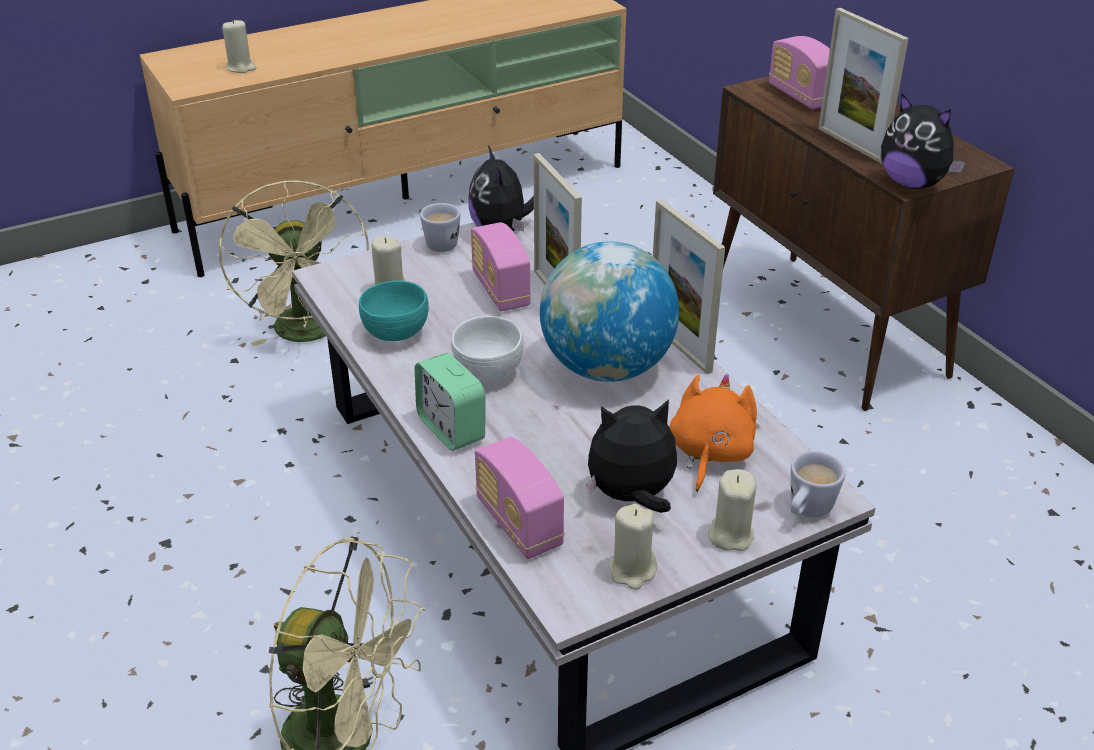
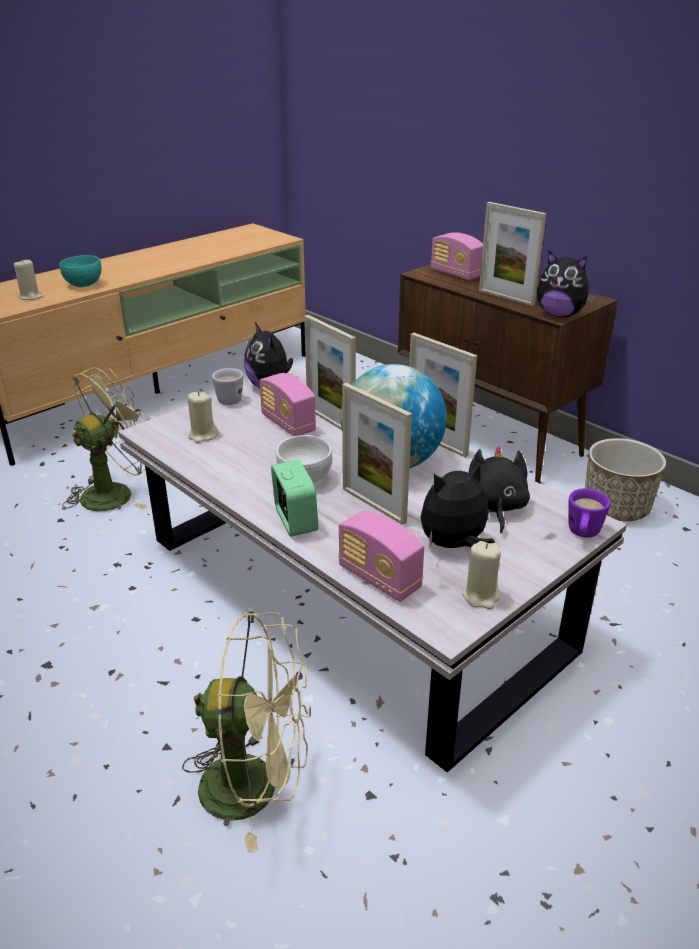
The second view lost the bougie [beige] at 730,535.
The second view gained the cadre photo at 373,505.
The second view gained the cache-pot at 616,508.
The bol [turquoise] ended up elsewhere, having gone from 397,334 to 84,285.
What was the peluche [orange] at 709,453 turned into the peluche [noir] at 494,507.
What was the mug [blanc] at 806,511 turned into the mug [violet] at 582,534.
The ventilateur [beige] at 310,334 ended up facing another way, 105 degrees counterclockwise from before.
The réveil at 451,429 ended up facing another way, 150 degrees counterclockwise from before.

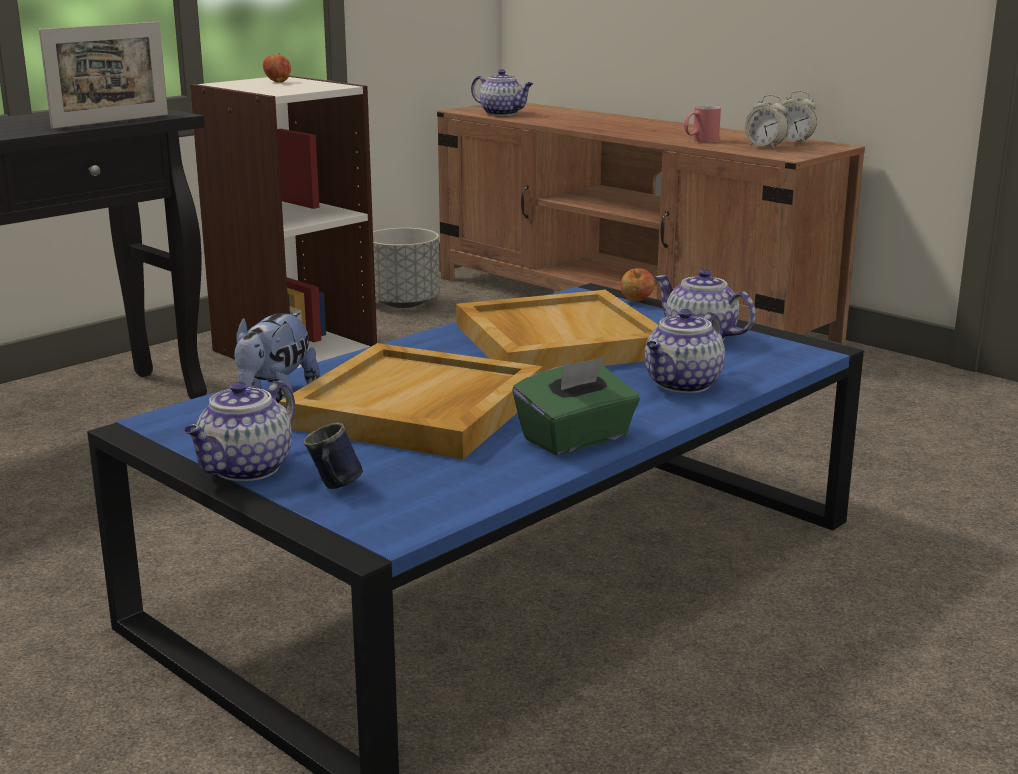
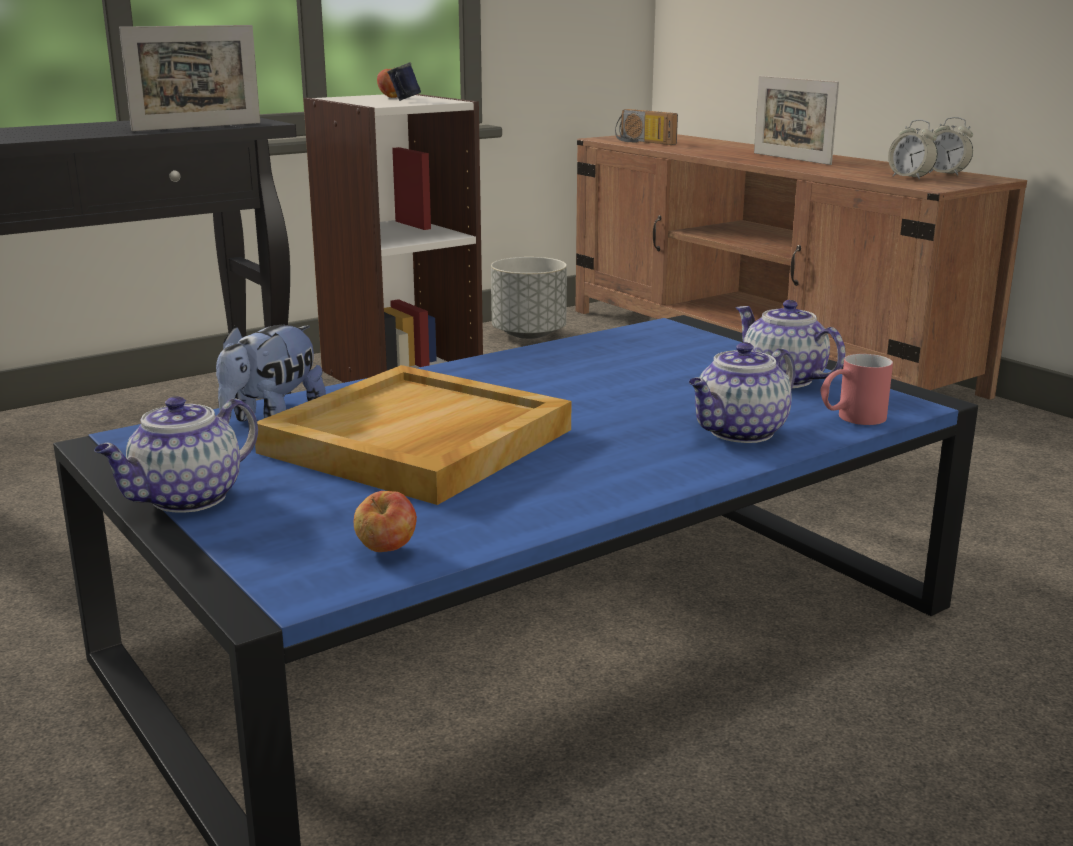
The second view lost the plateau [beige] at 557,340.
The second view lost the boîte à mouchoirs [vert] at 576,439.
The second view gained the cadre photo at 791,158.
The mug [bleu] ended up elsewhere, having gone from 334,487 to 404,101.
The pomme ended up elsewhere, having gone from 636,301 to 387,551.
The mug [rouge] ended up elsewhere, having gone from 700,141 to 851,419.
Where the théière stood at 503,113, the radio came to stand at 642,142.

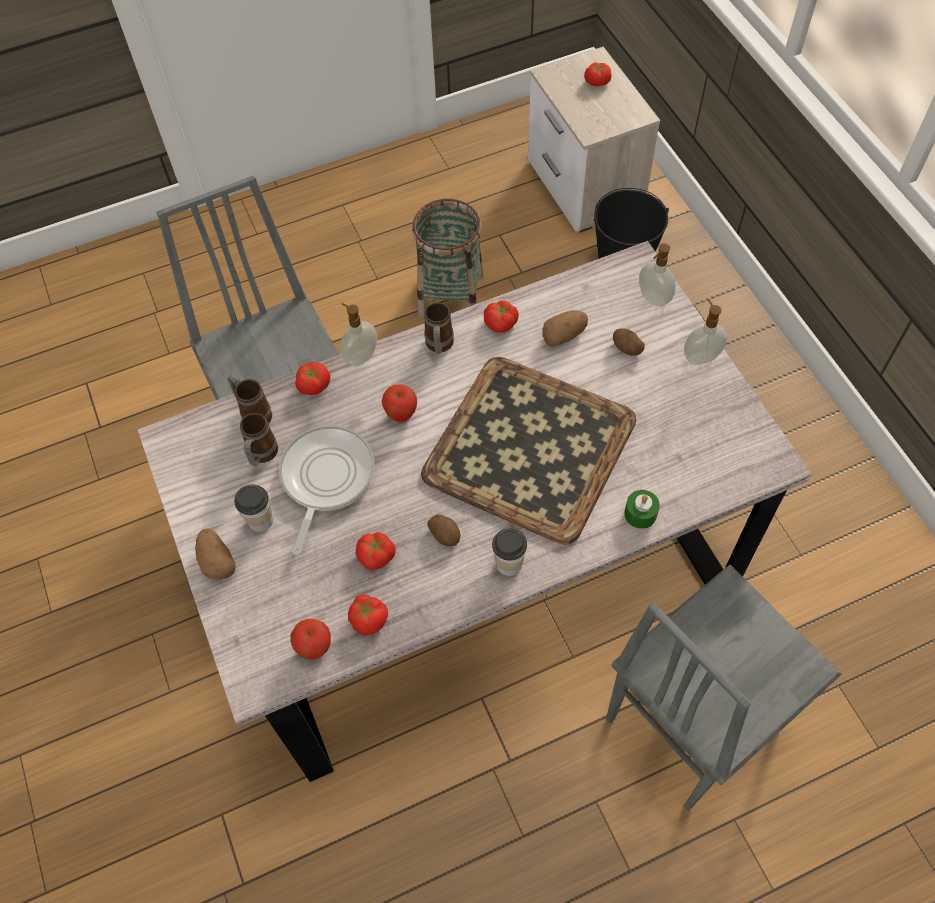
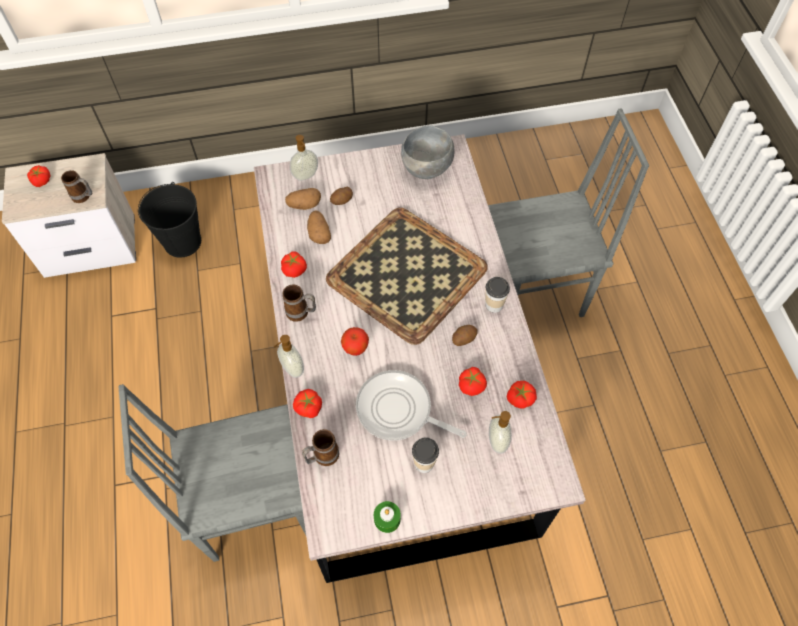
The second view lost the pomme at 315,648.
The second view lost the panier at 450,295.
The second view gained the bol [gris] at 427,168.
The pomme de terre ended up elsewhere, having gone from 217,560 to 304,205.
The mug ended up elsewhere, having gone from 261,456 to 84,197.
The bougie [vert] ended up elsewhere, having gone from 640,514 to 387,519.
The distributeur de savon ended up elsewhere, having gone from 700,357 to 496,441.
The chaise [gris] at 690,720 ended up facing another way, 75 degrees counterclockwise from before.

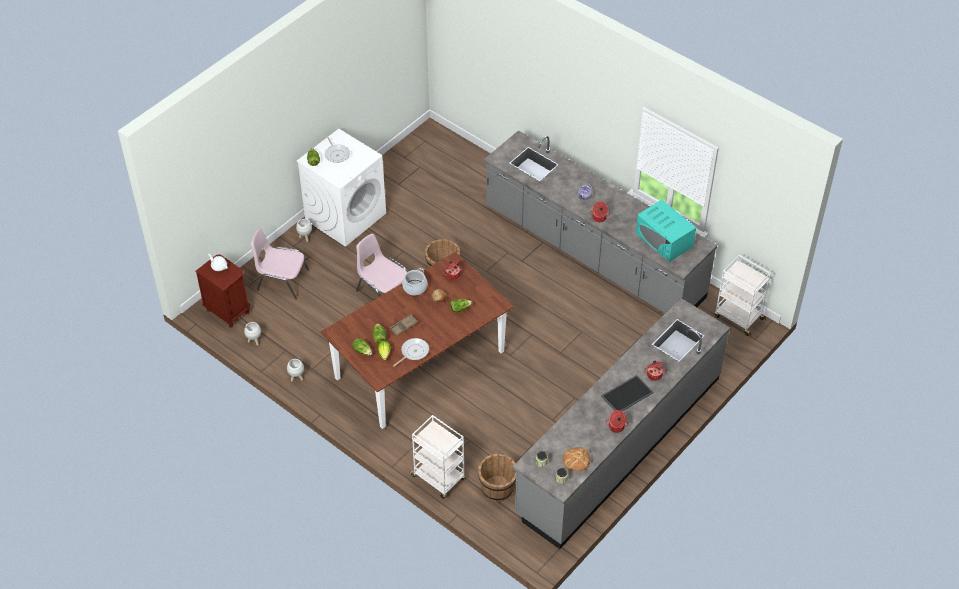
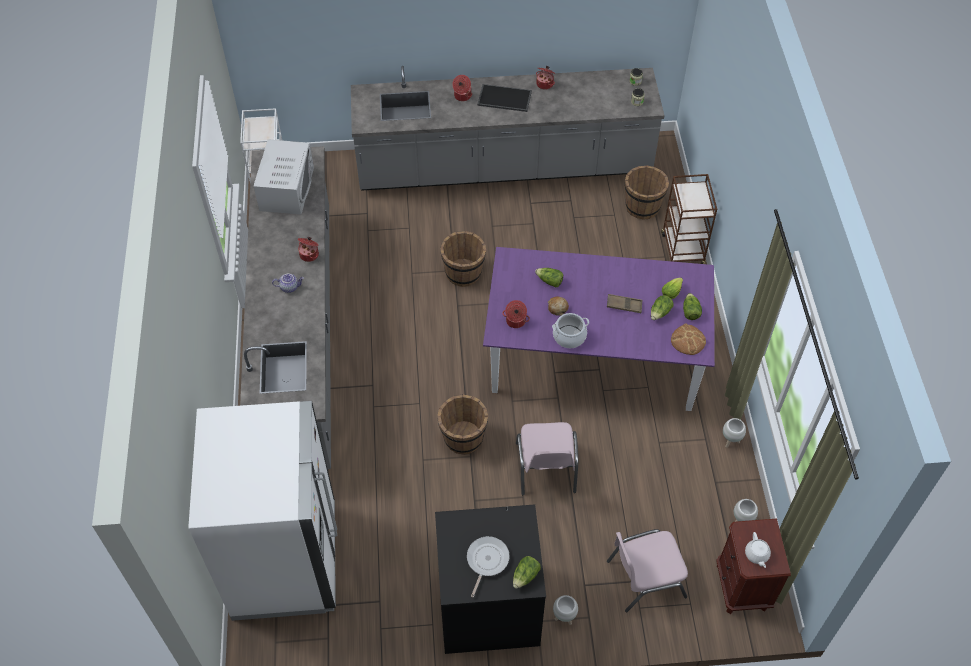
The second view lost the poêle at 413,352.
The second view gained the réfrigérateur [blanc] at 285,561.
The second view gained the seau [marron] at 463,273.
The pain ended up elsewhere, having gone from 576,460 to 688,340.
What was the lave-linge [blanc] at 345,216 turned into the lave-linge [noir] at 488,607.
What was the table à manger [marron] at 420,365 turned into the table à manger [violet] at 594,358.
What was the chariot [blanc] at 439,478 turned into the chariot [marron] at 682,250.
What was the micro-ondes [turquoise] at 664,240 turned into the micro-ondes [blanc] at 287,188.
The chaise [rose] at 282,280 ended up facing another way, 105 degrees clockwise from before.

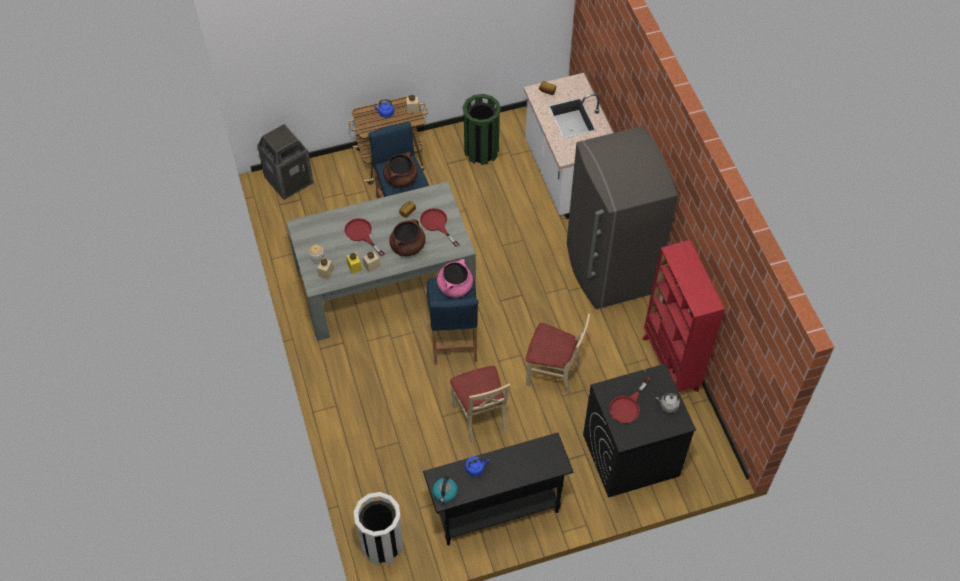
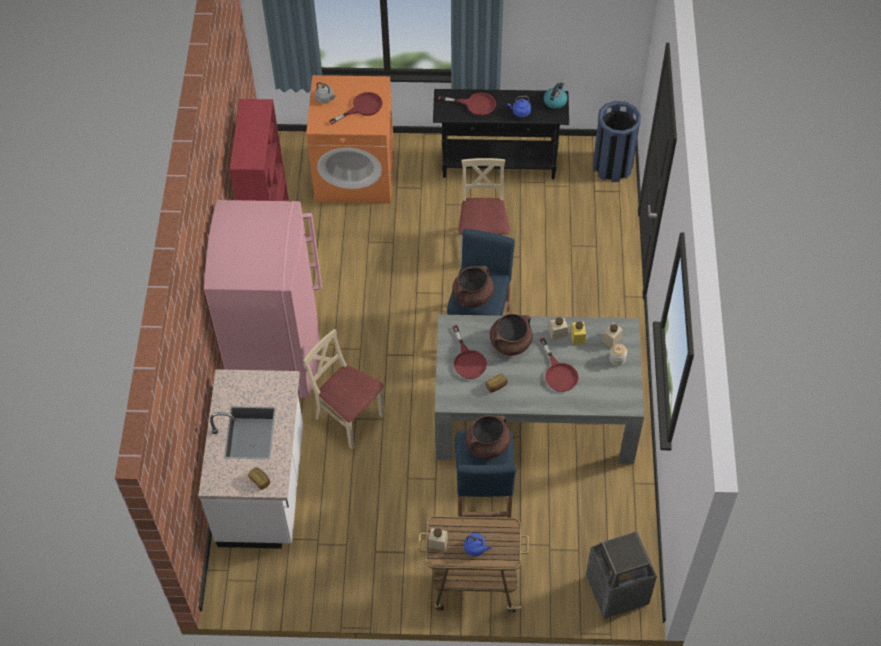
The second view lost the poubelle [vert] at 481,151.
The second view gained the poêle [rouge] at 475,104.
The chaise [beige] ended up elsewhere, having gone from 553,374 to 349,418.
What was the poubelle [blanc] at 382,545 turned into the poubelle [bleu] at 612,167.
What was the marmite [rose] at 455,287 turned into the marmite [marron] at 472,296.
What was the réfrigérateur [gris] at 609,269 turned into the réfrigérateur [rose] at 277,355.
What was the lave-linge [noir] at 630,455 turned into the lave-linge [orange] at 355,175.

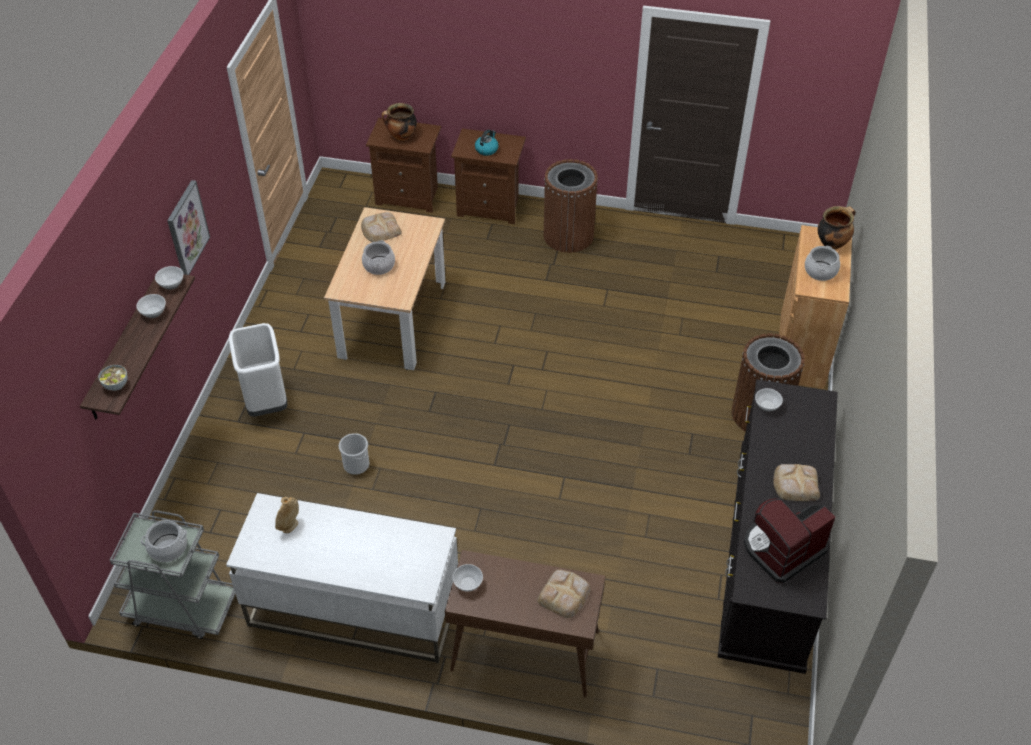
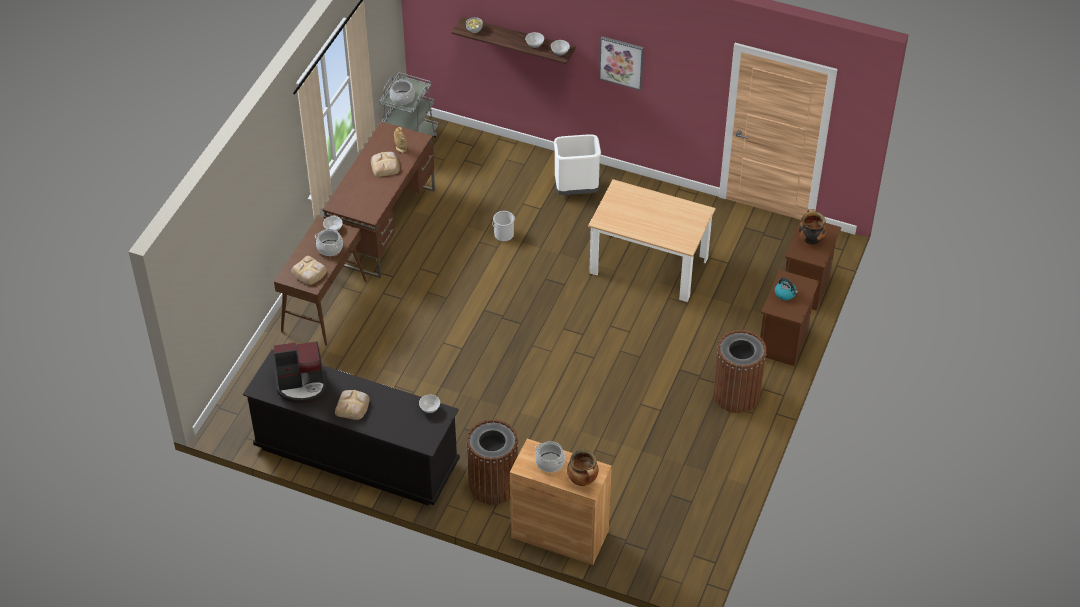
The pain ended up elsewhere, having gone from 380,229 to 385,166.
The marmite ended up elsewhere, having gone from 379,265 to 329,248.
What was the bureau [blanc] at 353,608 turned into the bureau [marron] at 383,225.
The machine à café at 782,549 ended up facing another way, 105 degrees clockwise from before.

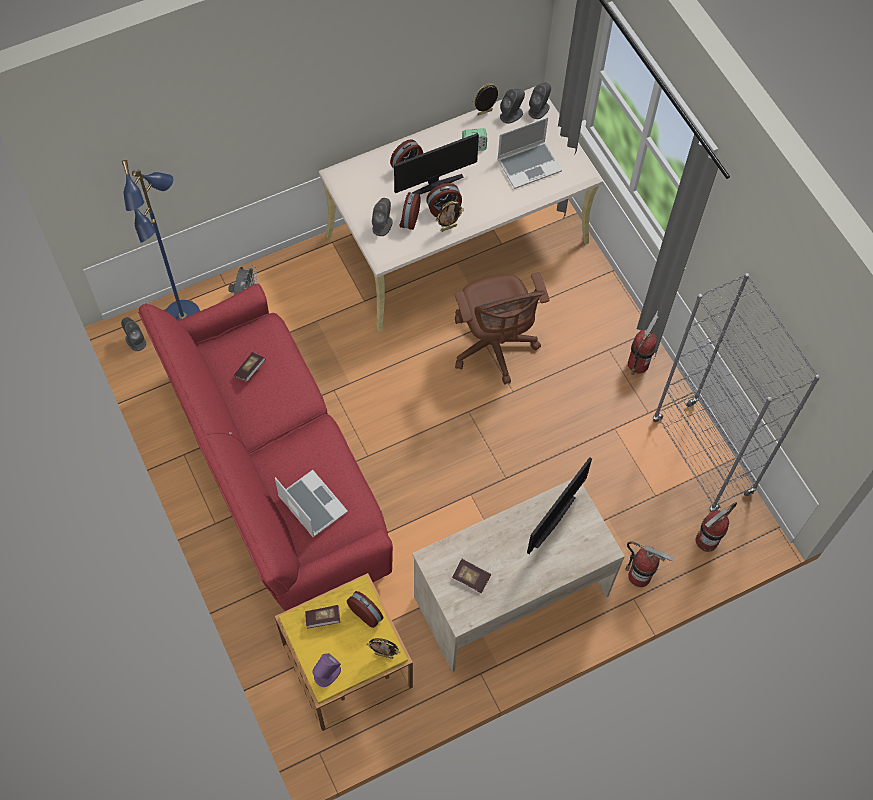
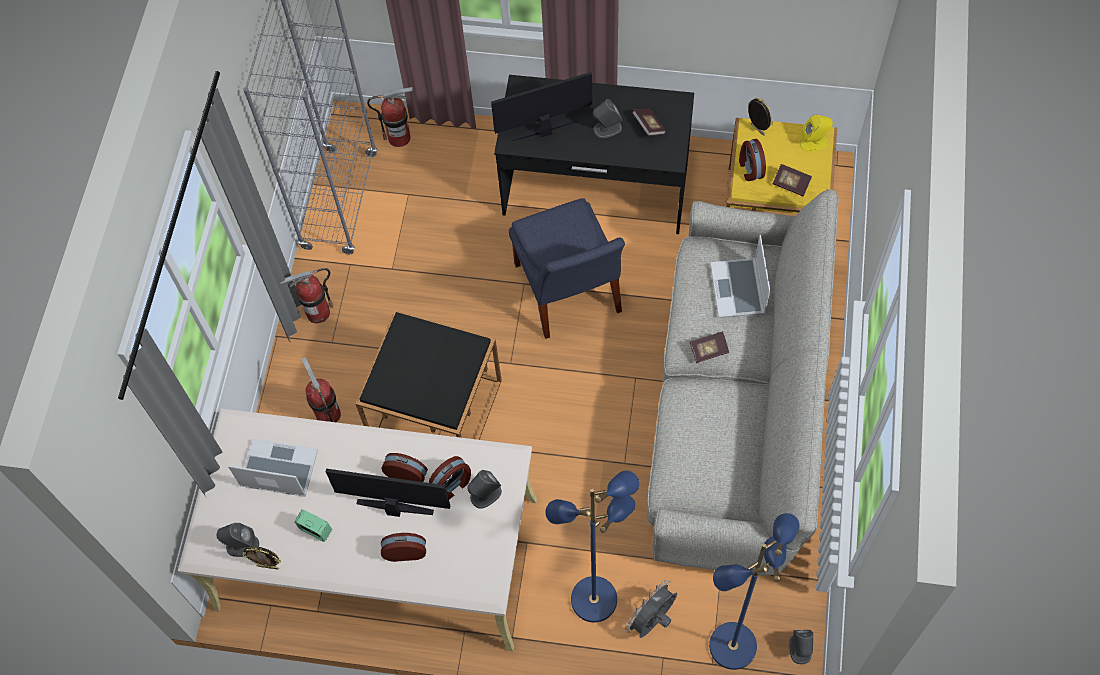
The second view lost the cadre photo at 448,228.
The second view gained the chaise [bleu] at 568,292.
The second view gained the lampadaire [bleu] at 594,598.
The livre ended up elsewhere, having gone from 250,370 to 708,350.
The enceinte [gris] ended up elsewhere, having gone from 539,109 to 607,128.
The extincteur ended up elsewhere, having gone from 639,576 to 328,414.
Where the chaise de bureau [marron] stood at 494,347, the table d'appoint [noir] came to stand at 436,411.
What was the canapé [rouge] at 276,473 turned into the canapé [gris] at 733,413.
What was the enceinte [violet] at 327,673 turned into the enceinte [jaune] at 813,142.
What was the bureau [beige] at 510,594 turned into the bureau [noir] at 595,189.

